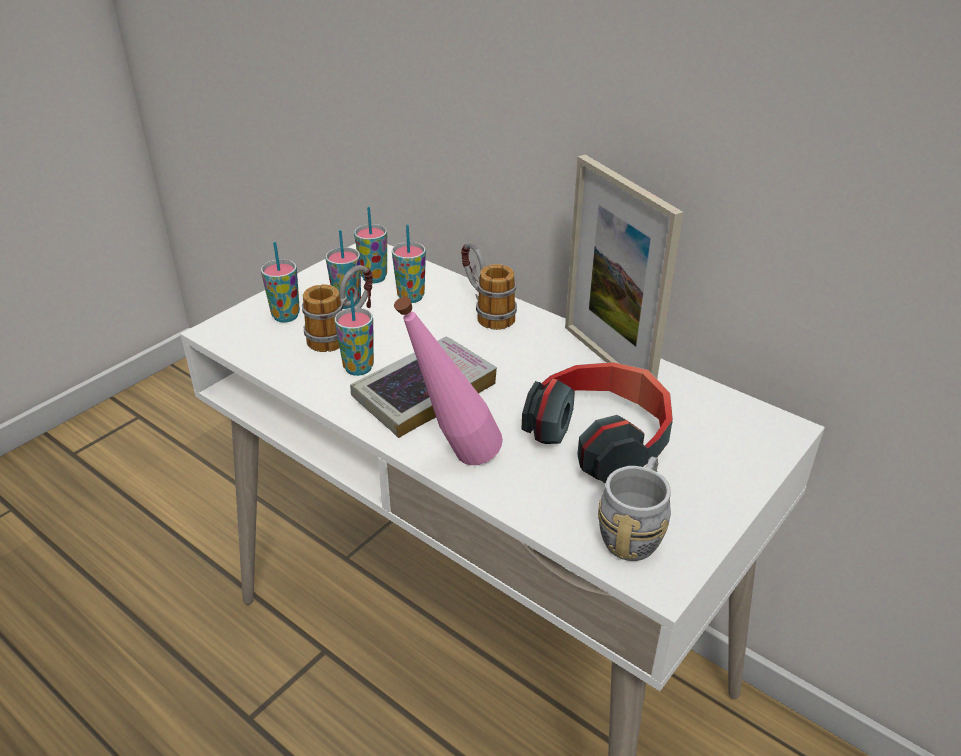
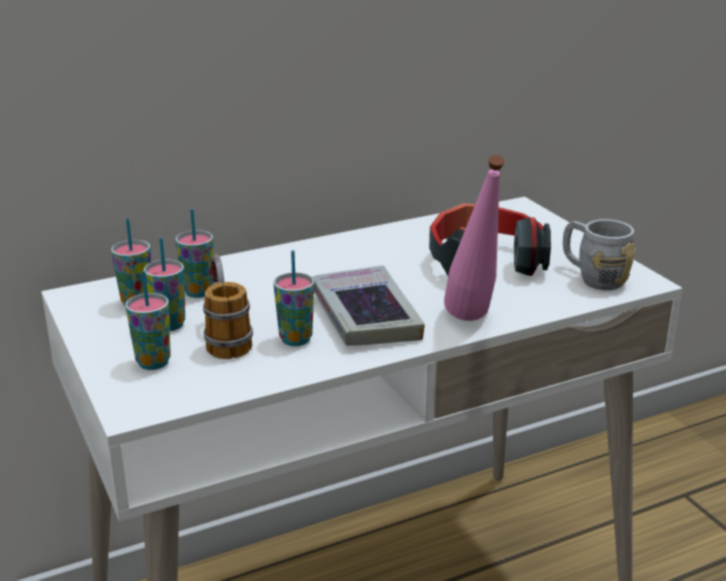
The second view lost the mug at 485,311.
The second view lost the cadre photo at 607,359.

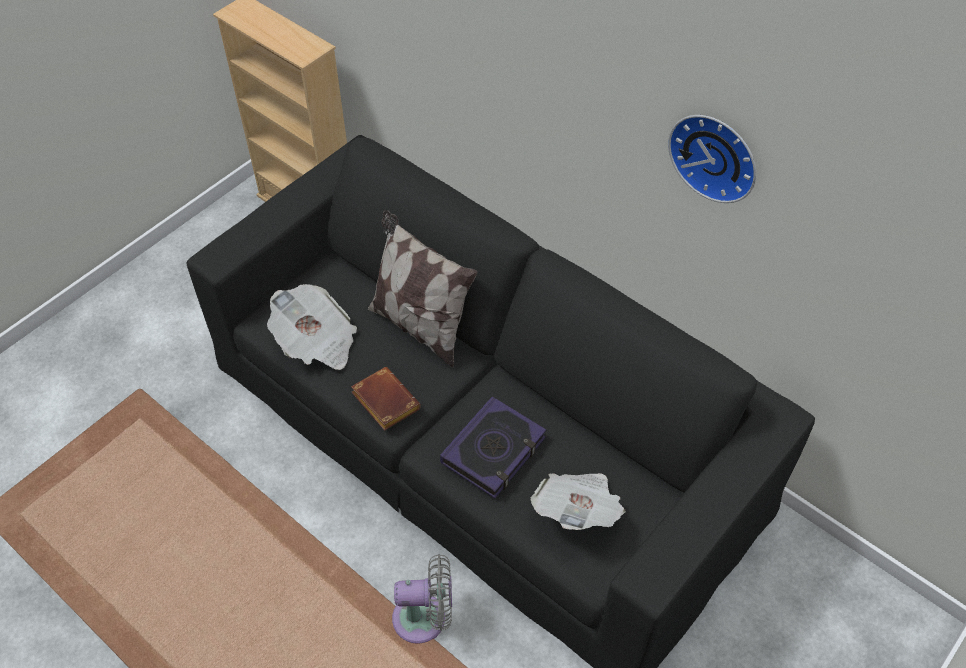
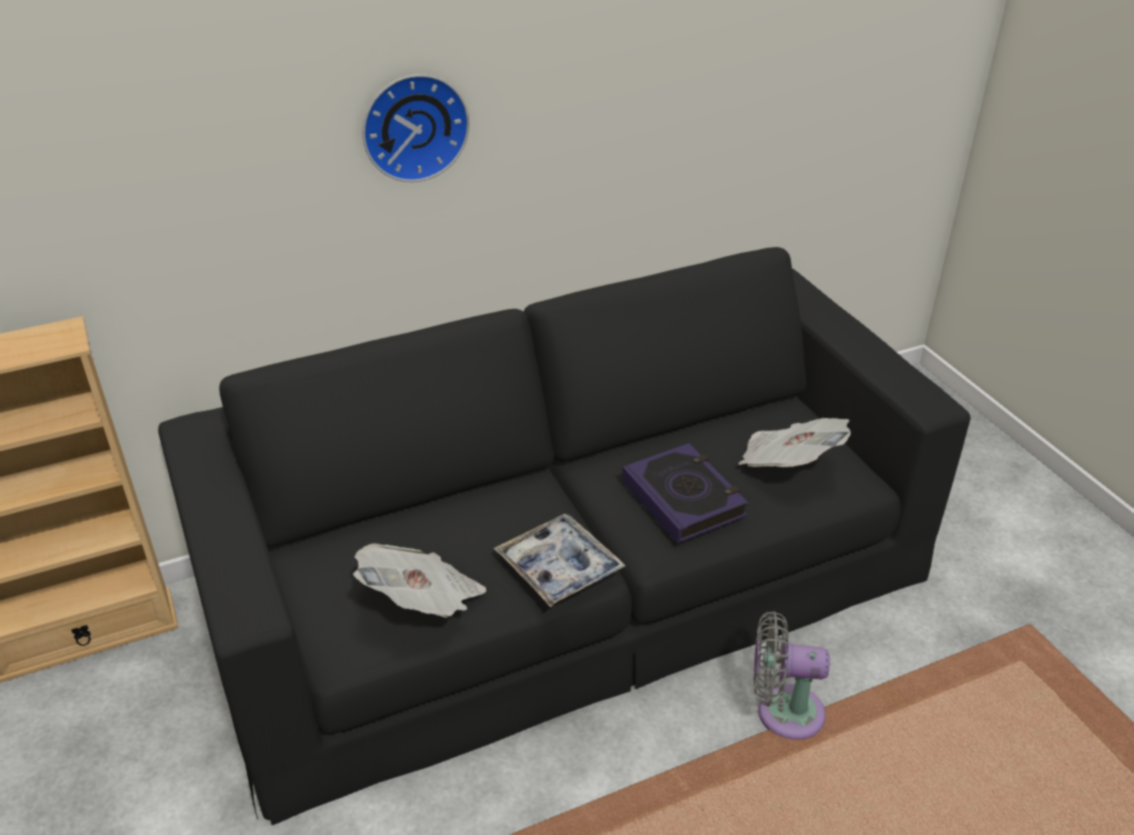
The second view lost the coussin at 420,325.
The horloge murale ended up elsewhere, having gone from 716,155 to 413,126.
Where the livre [marron] stood at 383,401, the plateau came to stand at 559,567.
The ventilateur [gris] at 425,618 ended up facing another way, 105 degrees counterclockwise from before.

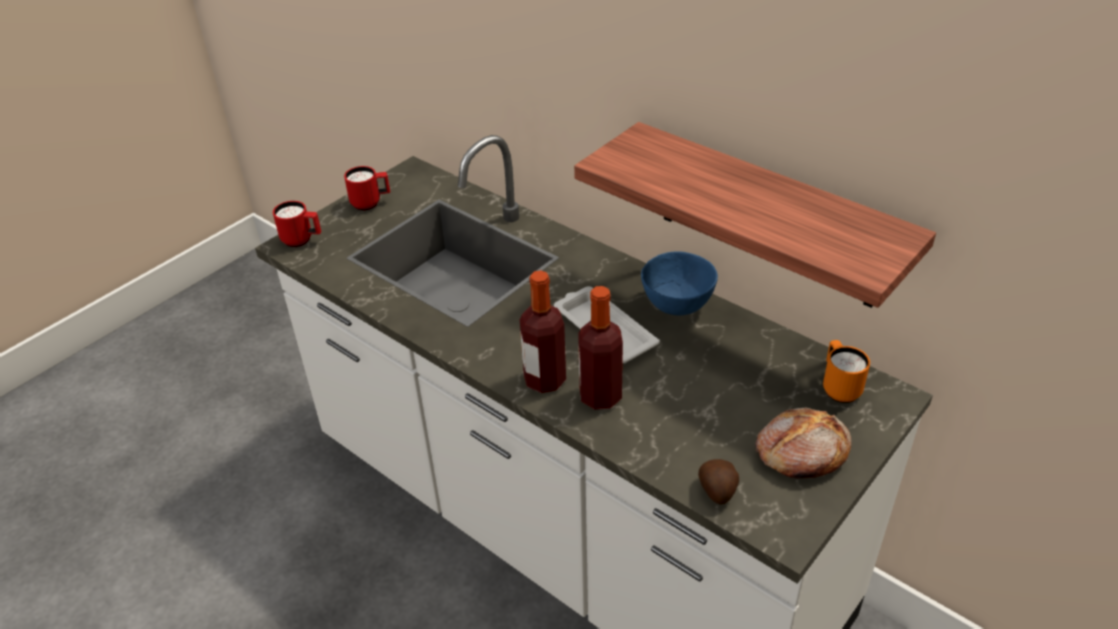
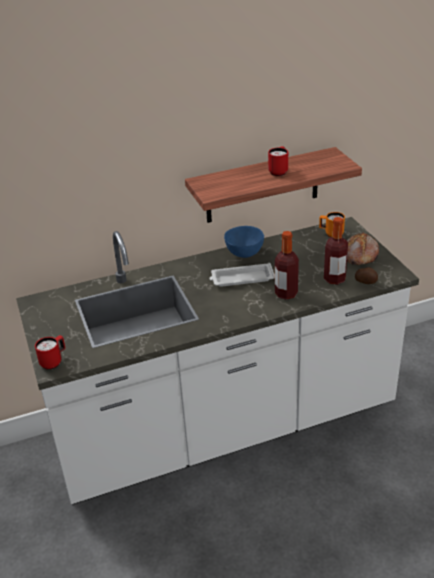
The mug [rouge] ended up elsewhere, having gone from 371,203 to 279,171.
The bouteille ended up elsewhere, having gone from 545,380 to 334,279.

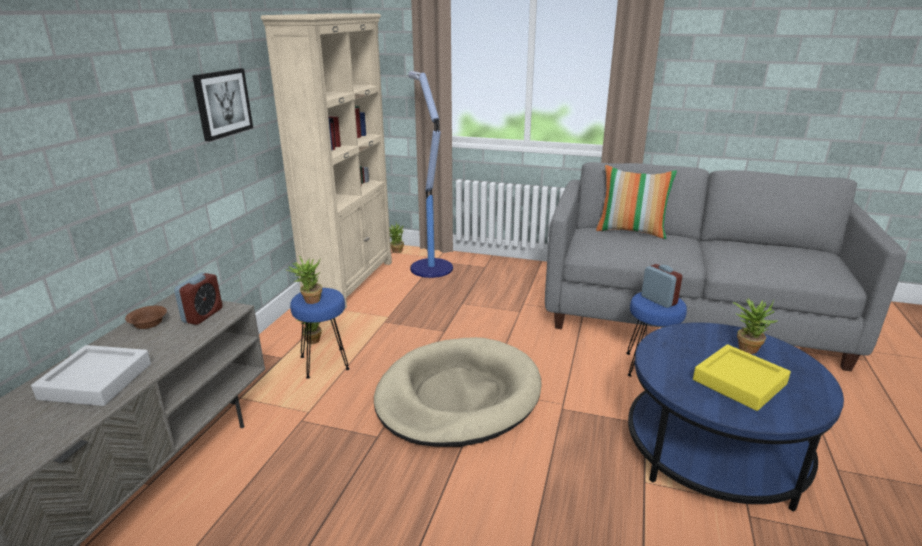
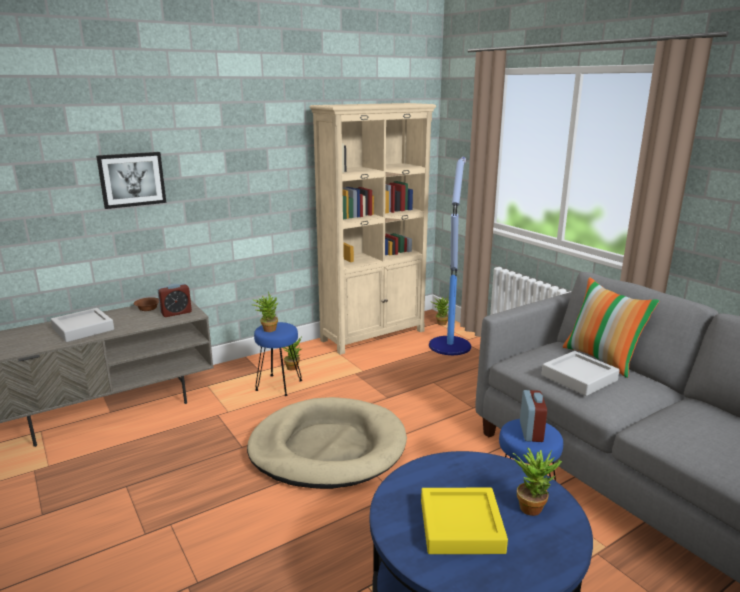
The second view gained the plateau [gris] at 579,378.
The tableau ended up elsewhere, having gone from 222,103 to 132,179.

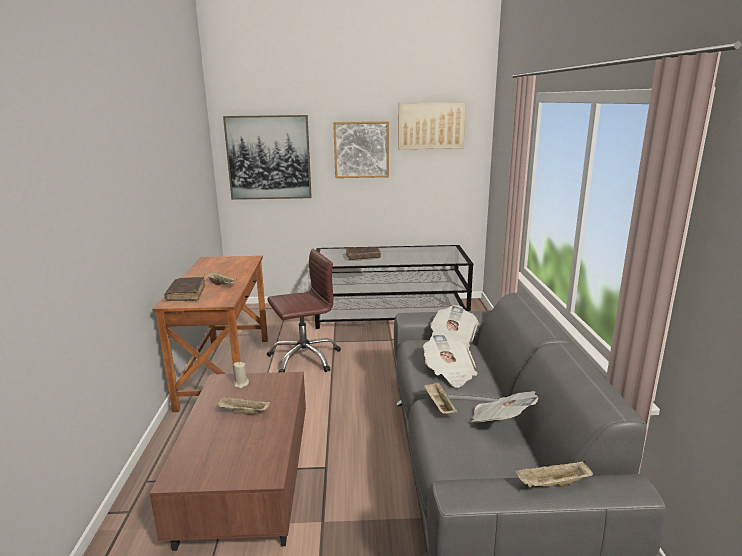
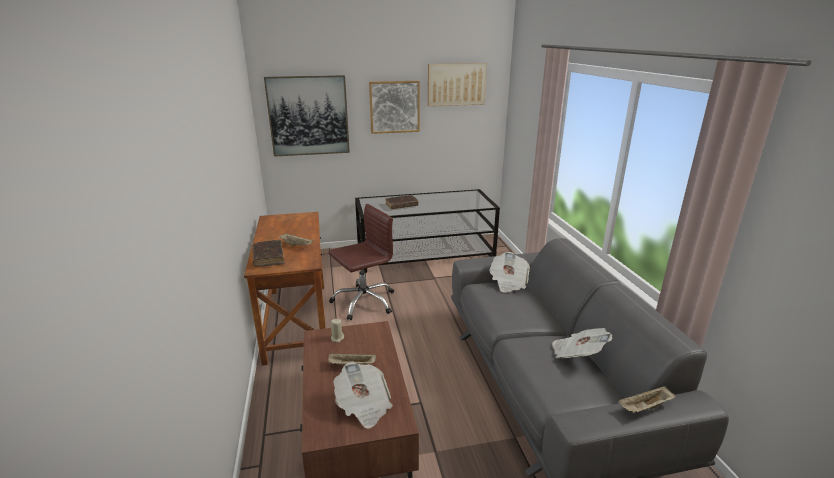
The second view lost the plateau [beige] at 439,406.
The journal ended up elsewhere, having gone from 449,373 to 363,406.

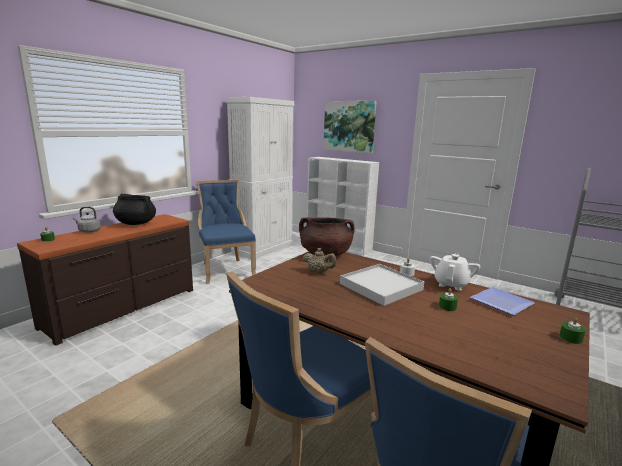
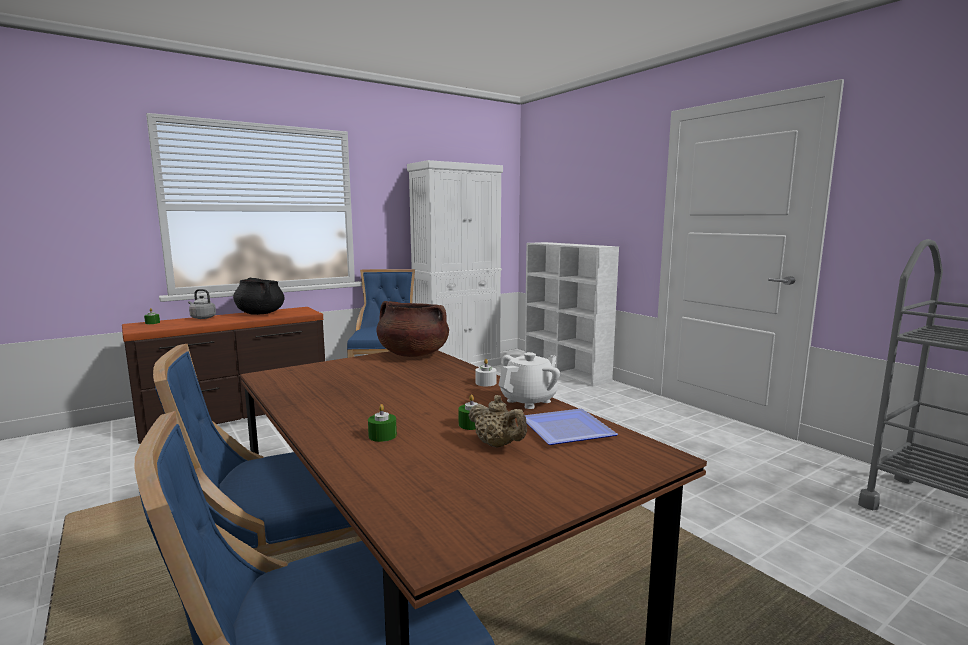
The second view lost the tableau at 349,126.
The second view lost the plateau [blanc] at 381,286.
The théière [beige] ended up elsewhere, having gone from 319,272 to 497,445.
The bougie [vert] ended up elsewhere, having gone from 570,338 to 382,435.

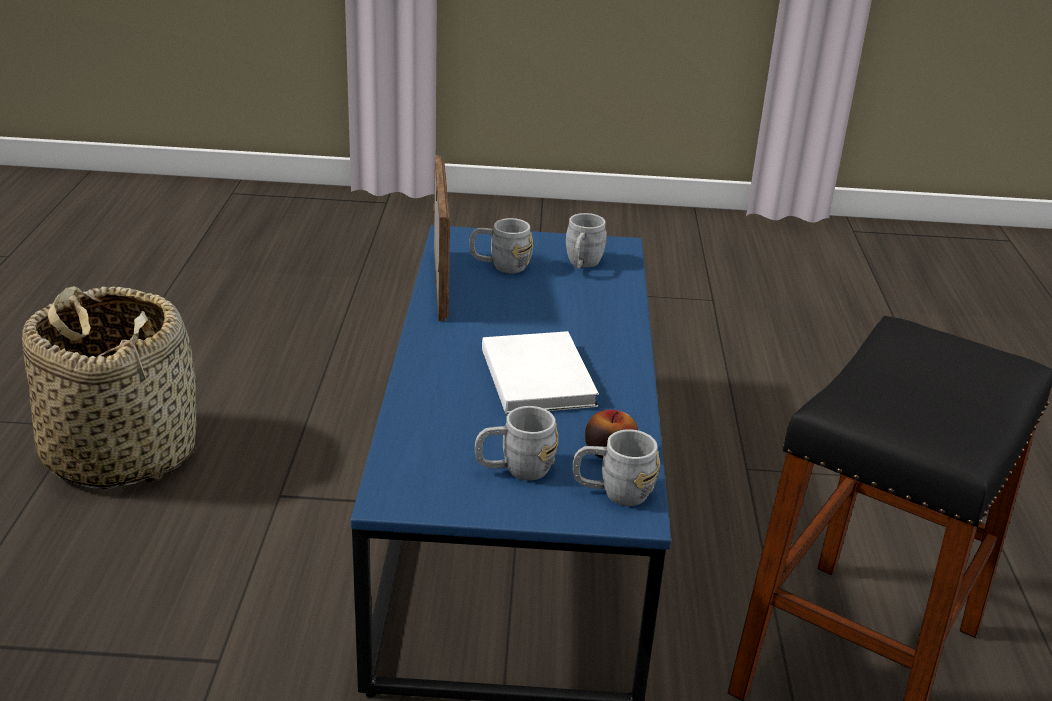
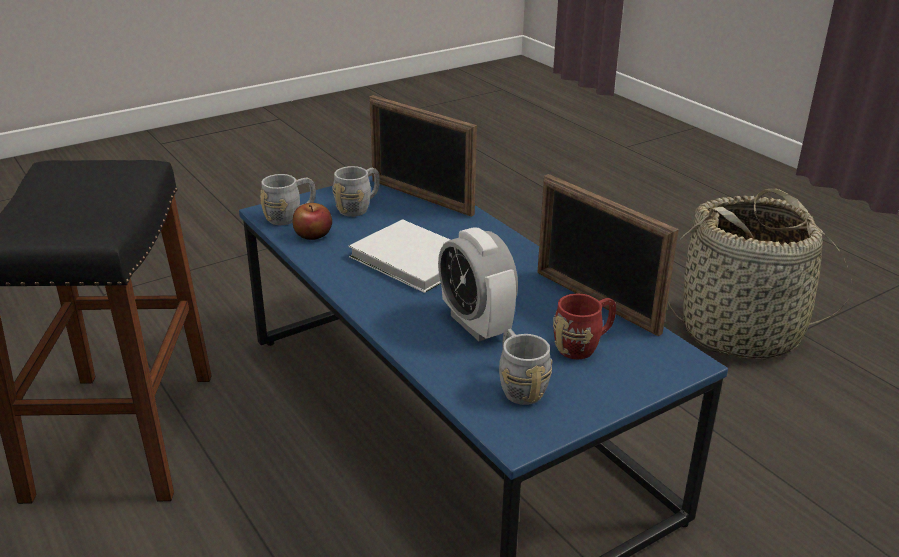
The second view gained the cadre photo at 421,197.
The second view gained the réveil at 476,324.
What was the mug [gris] at 500,266 turned into the mug [rouge] at 584,345.

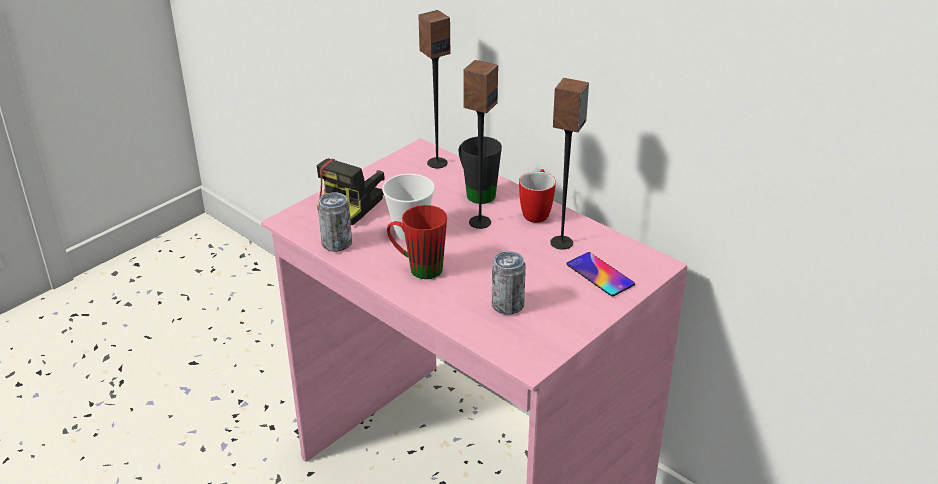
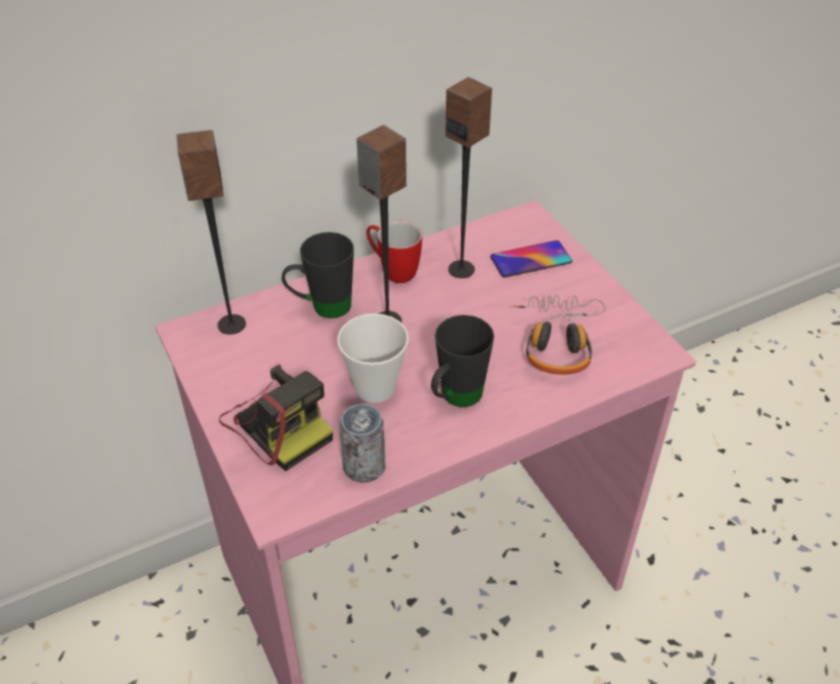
Where the boîte métallique stood at 507,305, the casque audio came to stand at 558,342.
What was the mug [rouge] at 417,268 turned into the mug [noir] at 455,399.

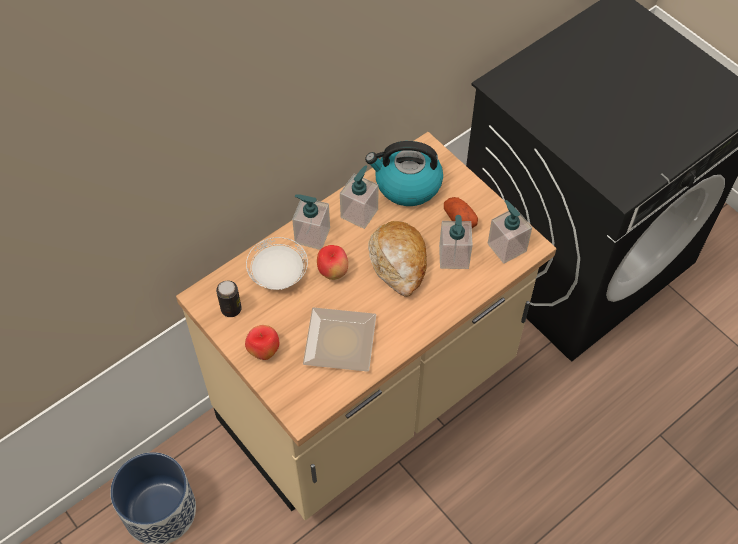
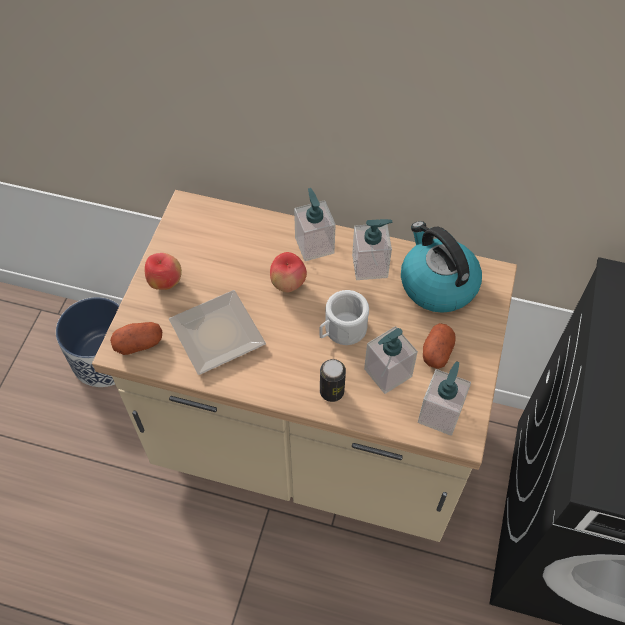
The second view lost the assiette [blanc] at 278,274.
The second view gained the pomme de terre at 139,343.
The boîte métallique ended up elsewhere, having gone from 231,309 to 332,391.
Where the pain stood at 398,263, the mug [blanc] came to stand at 341,330.

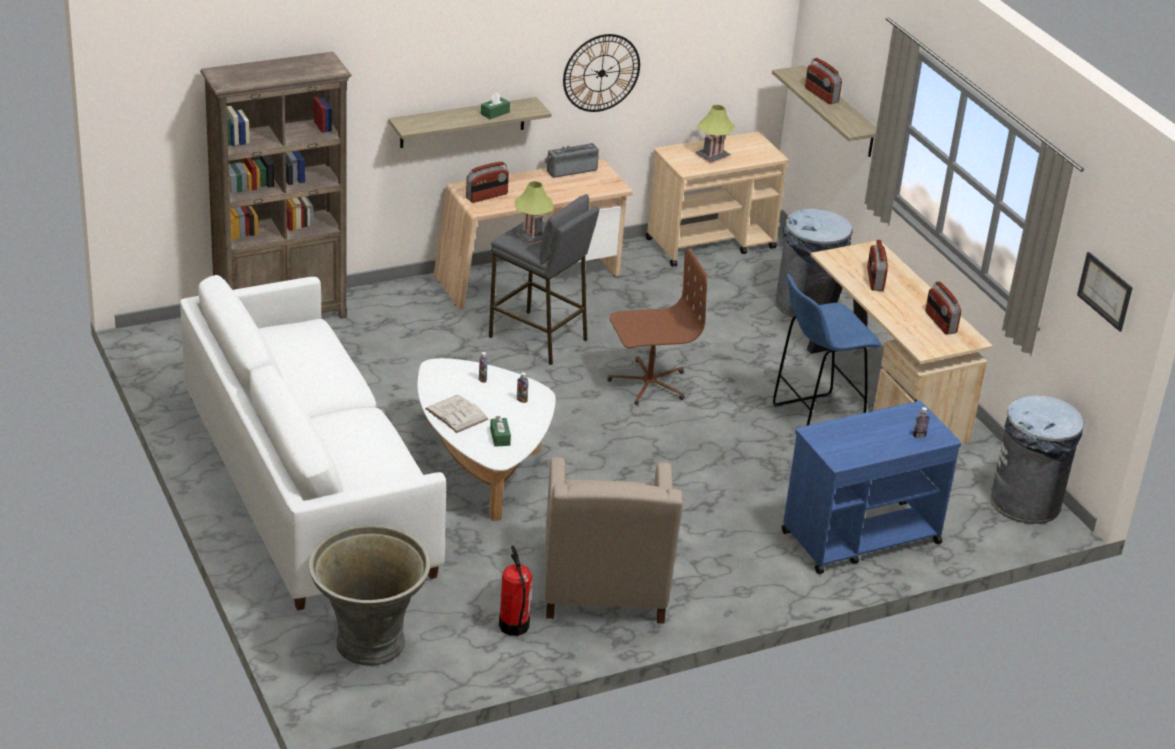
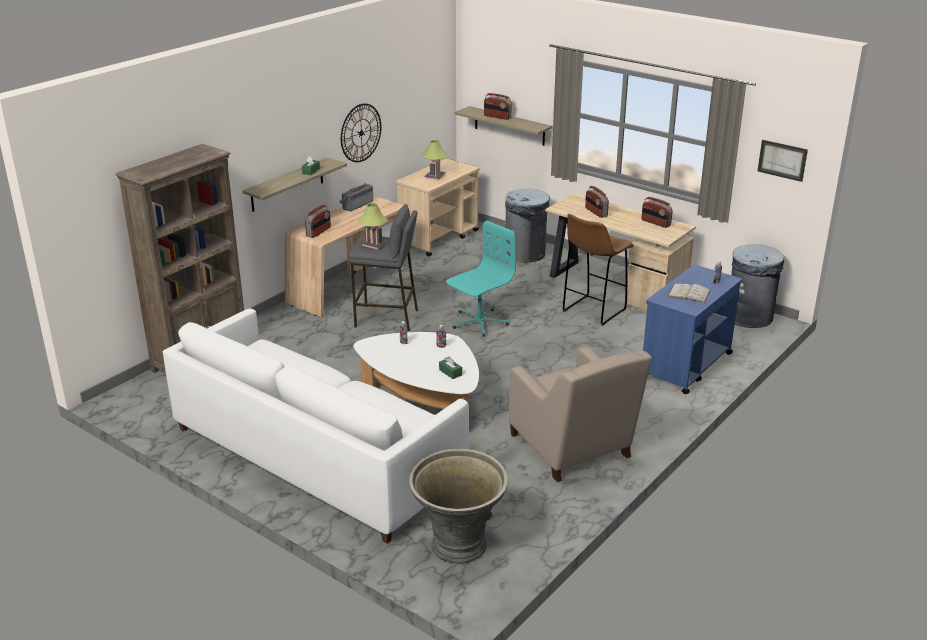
The second view lost the extincteur at 513,626.
The livre [blanc] ended up elsewhere, having gone from 456,414 to 689,293.
What was the chaise de bureau [marron] at 648,383 turned into the chaise de bureau [turquoise] at 479,322.
What was the tabouret [bleu] at 814,419 turned into the tabouret [marron] at 593,311.

